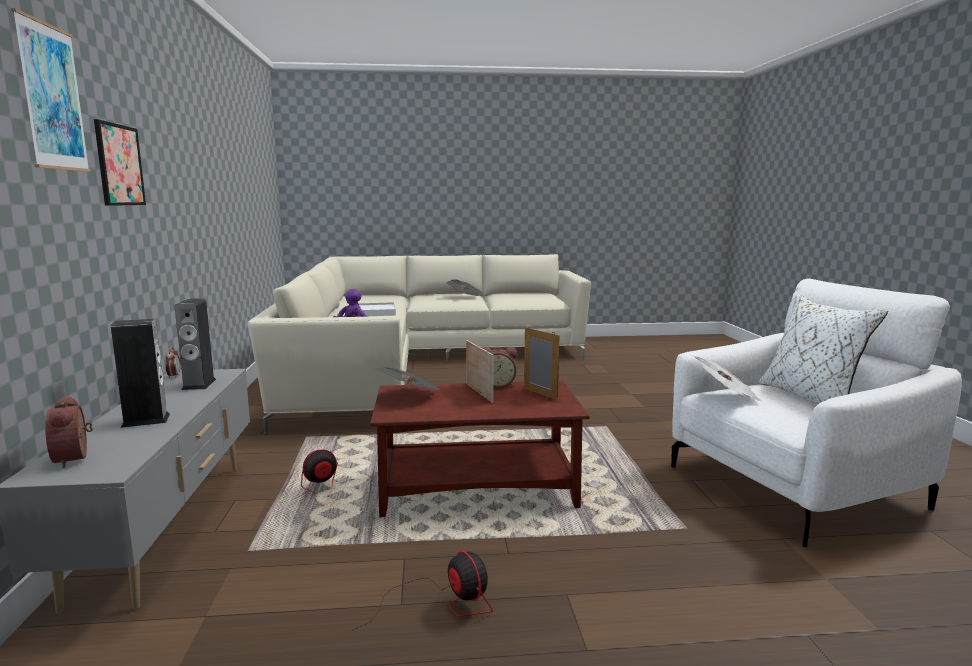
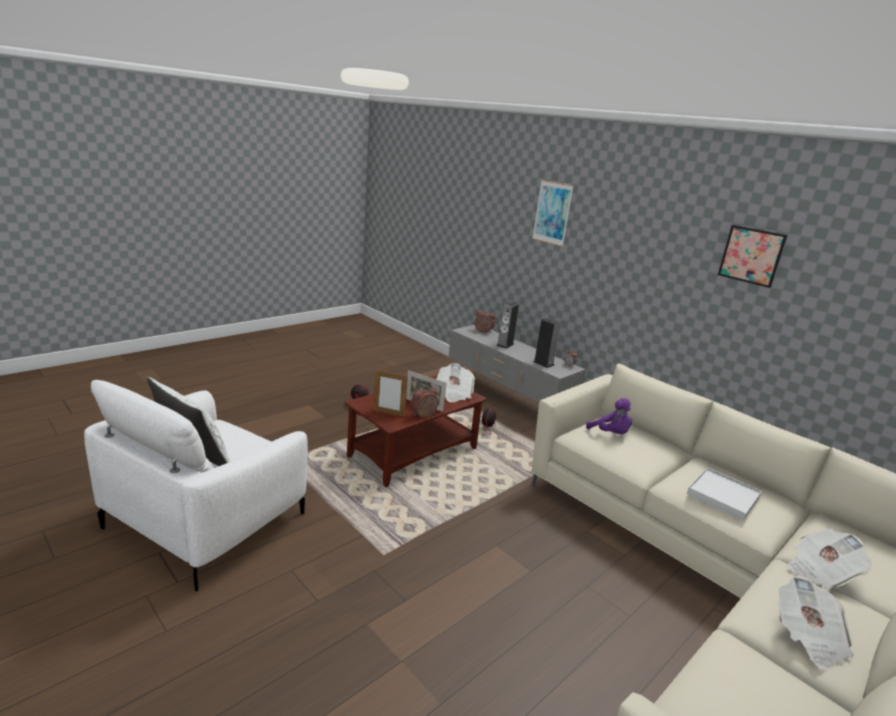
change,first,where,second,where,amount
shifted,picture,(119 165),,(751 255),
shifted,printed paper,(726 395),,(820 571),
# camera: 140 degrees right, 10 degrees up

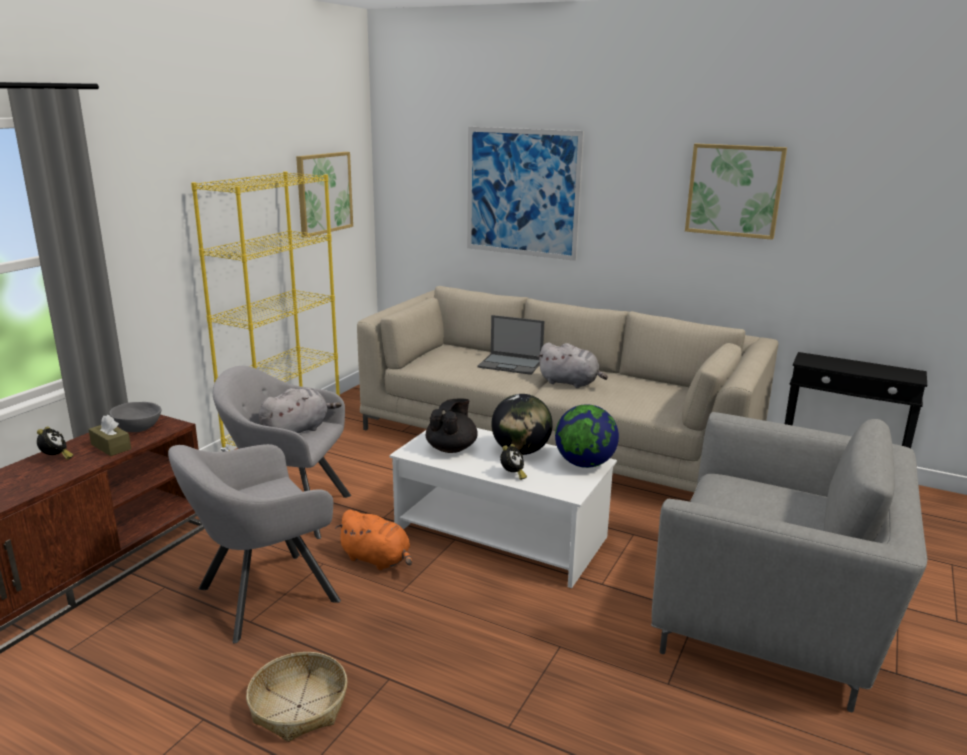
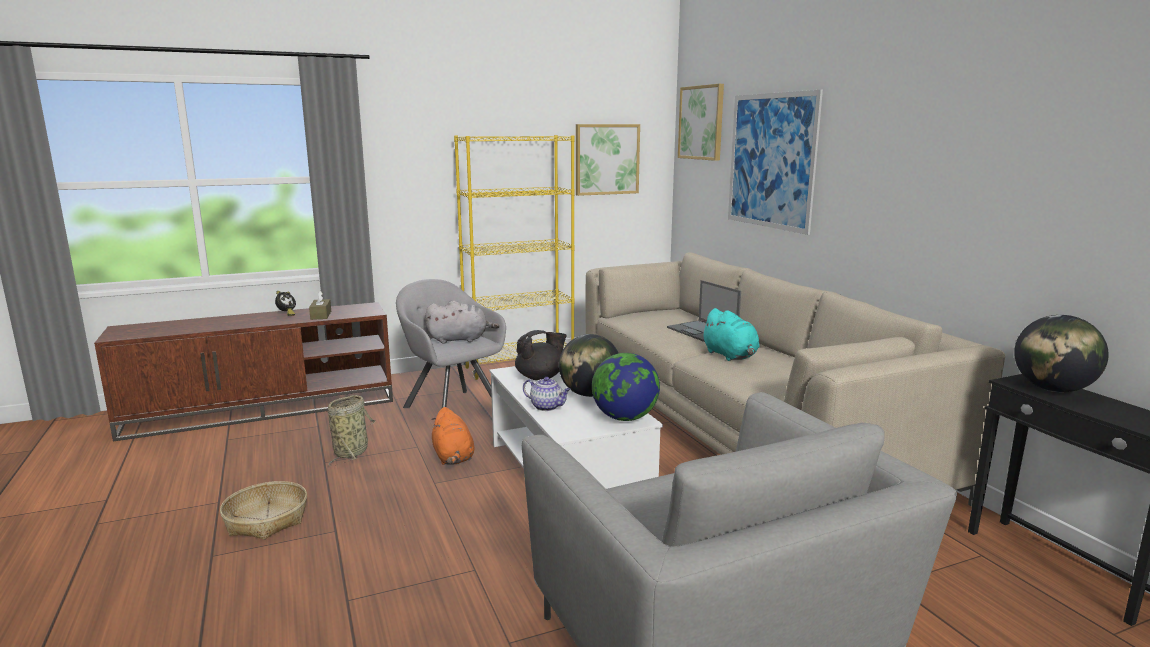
change,first,where,second,where,amount
gone,deep dish/grey,(137 428),,,
swapped,lounge chair/grey,(261 597),household basket,(352 451),
swapped,bedside clock,(512 475),teapot,(547 407),
repainted,plush toy/grey,(570 383),plush toy/turquoise-coloured,(731 356),
shifted,picture,(734 190),,(701 122),
new,,,world globe,(1052 389),
# camera: 40 degrees right, 5 degrees down

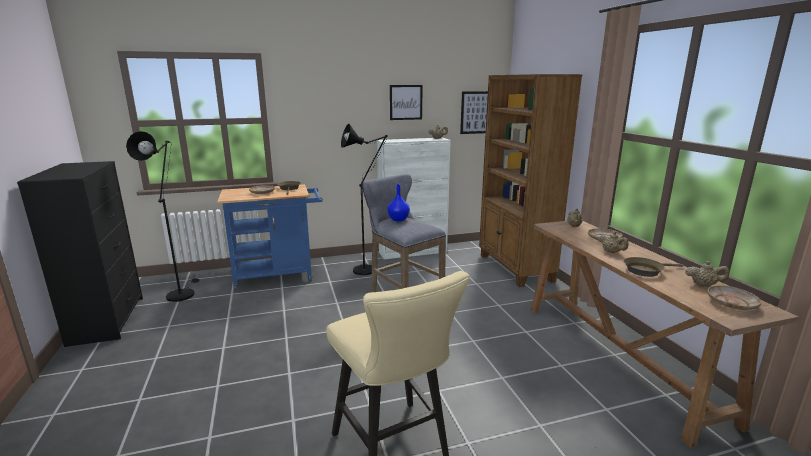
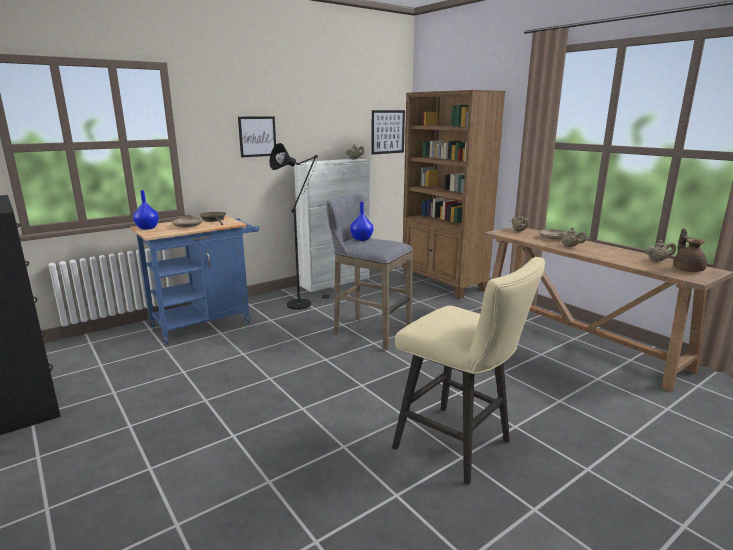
change,first,where,second,where,amount
gone,standard lamp/black-coloured,(181 293),,,
shifted,picture,(406 102),,(257 136),
gone,frying pan/brown,(645 270),,,
swapped,dinner plate/beige,(731 303),teapot/brown,(687 269),
new,,,vase/blue,(148 228),
# camera: 20 degrees left, 0 degrees up

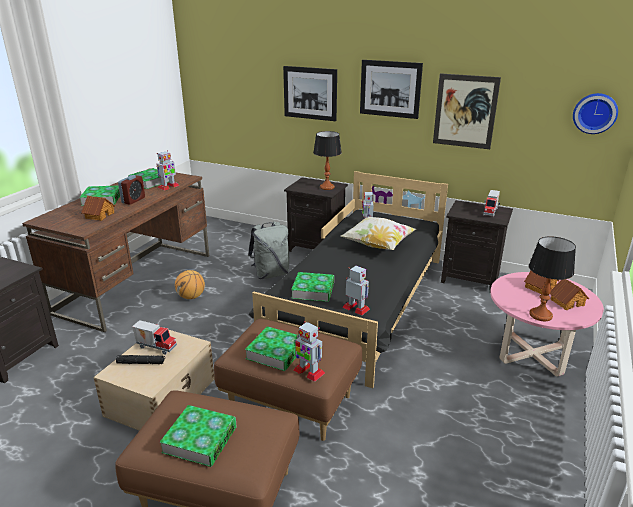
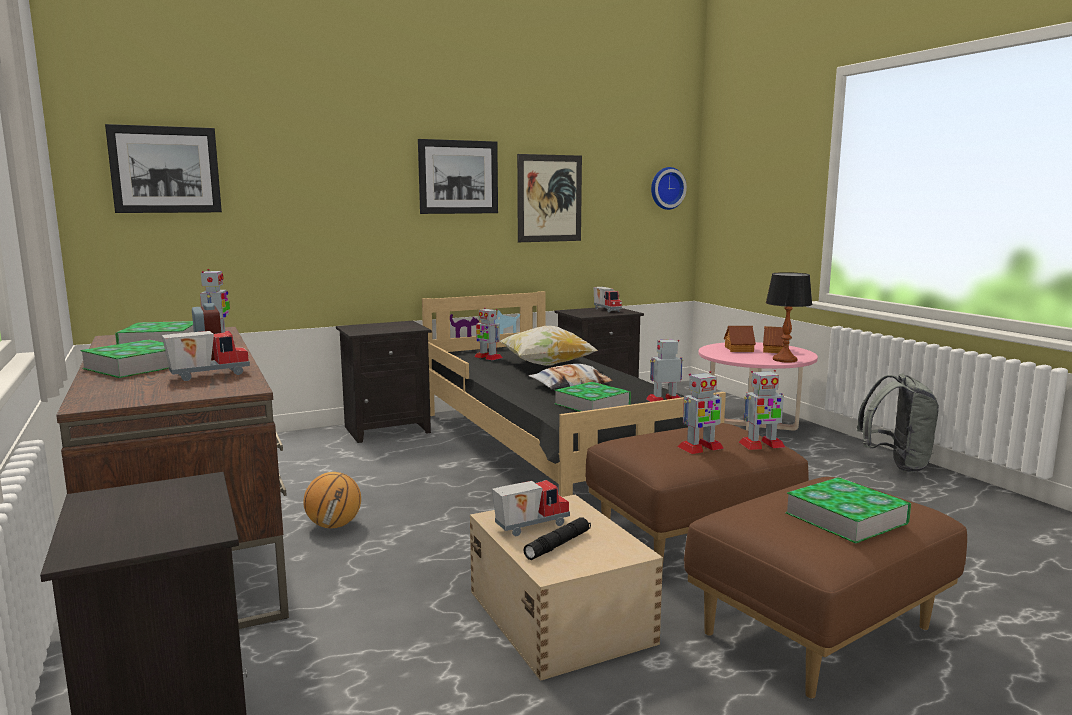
change,first,where,second,where,amount
swapped,miniature house,(99 215),toy lorry,(208 375),
swapped,volume,(276 352),robot figure,(700 448),
shifted,knapsack/grey,(271 274),,(896 465),
shifted,picture,(310 93),,(165 170),
gone,table lamp,(326 187),,,
new,,,cushion,(570 384),
# camera: 50 degrees left, 15 degrees down

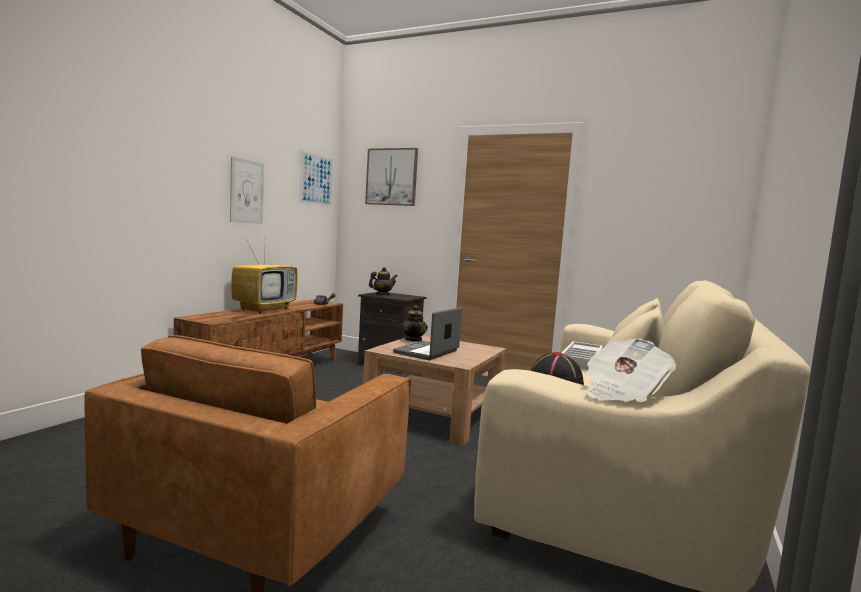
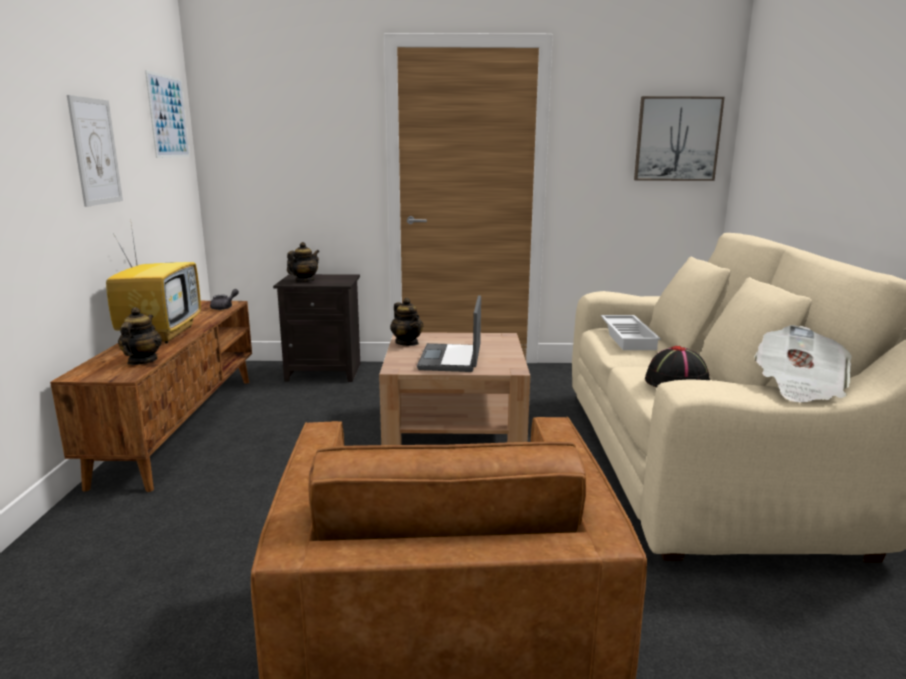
change,first,where,second,where,amount
shifted,picture,(392 177),,(677 139),
new,,,teapot,(142 361),
# camera: 25 degrees left, 10 degrees up

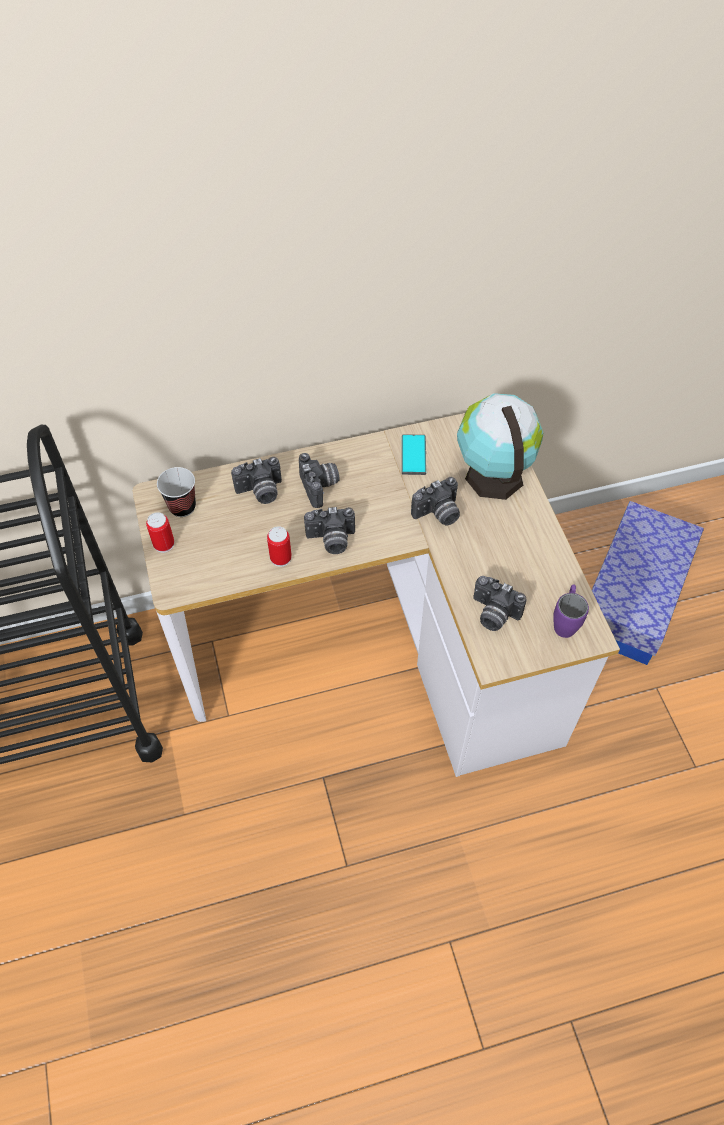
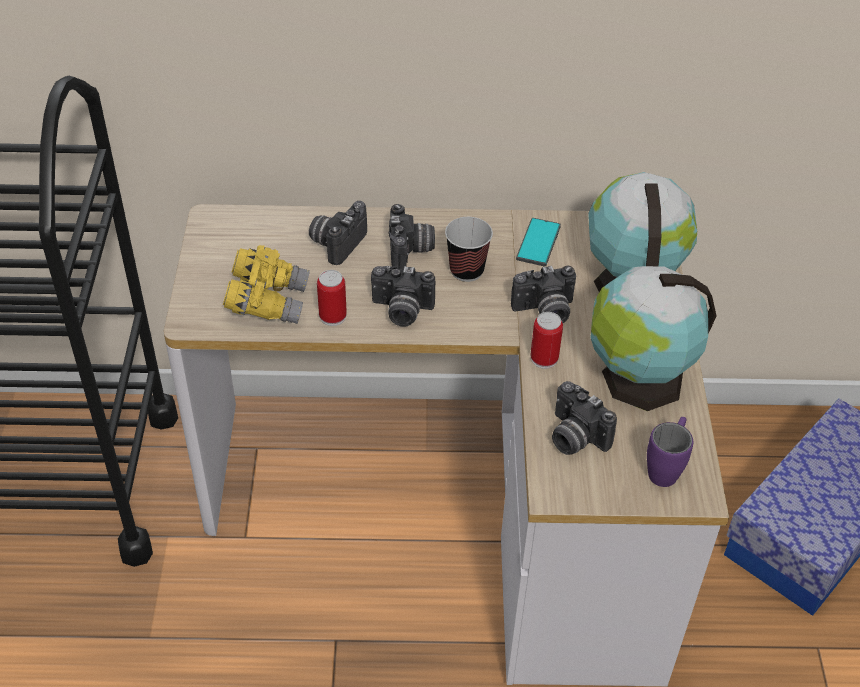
change,first,where,second,where,amount
shifted,metal can,(164 544),,(544 358),
shifted,cup,(182 507),,(466 270),
rotated,still camera,(260 492),,(337 243),120 degrees clockwise
new,,,pair of binoculars/yellowish,(268 301),
new,,,world globe,(638 380),
# camera: 15 degrees right, 10 degrees down

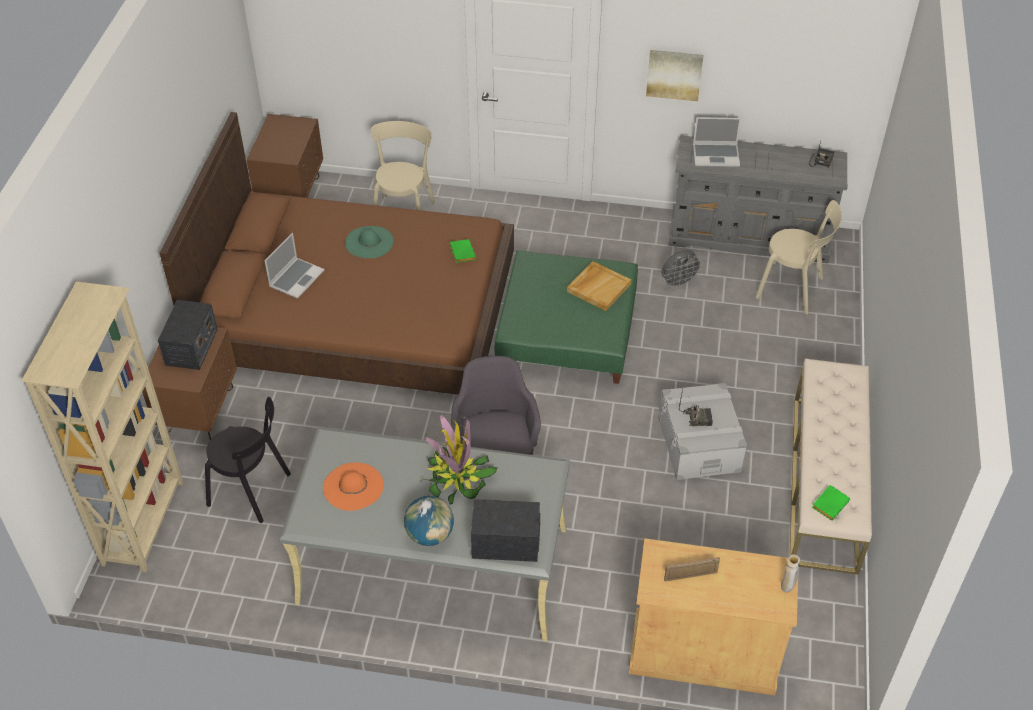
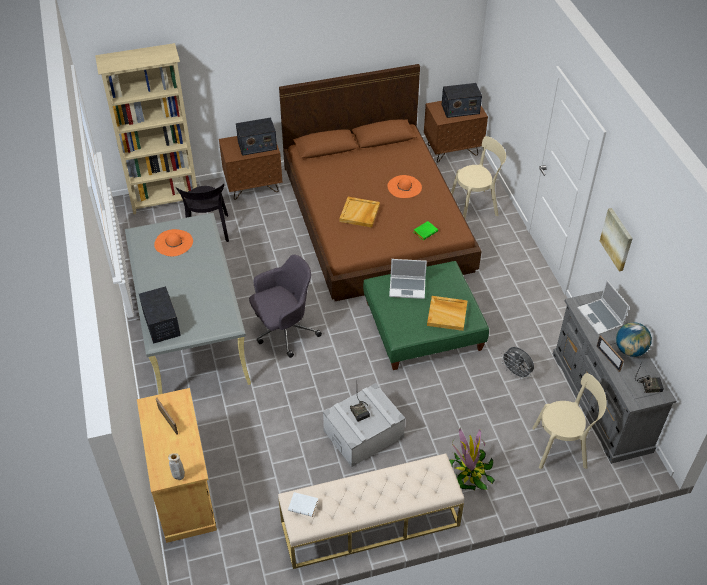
change,first,where,second,where,amount
shifted,portable computer,(296 278),,(408 288),
repainted,wearable hat/greenish,(369 242),wearable hat/orangey,(404 187),
shifted,world globe,(430 535),,(630 350),
shifted,houseplant,(456 479),,(469 472),
rotated,upright chair/beige,(793 289),,(562 447),90 degrees counterclockwise
repainted,volume/greenish,(829 503),volume/white,(304 505),
new,,,carrying tray/beige,(360 213),
new,,,radio receiver,(460 109),
new,,,photo frame,(608 358),
# camera: 65 degrees right, 0 degrees up

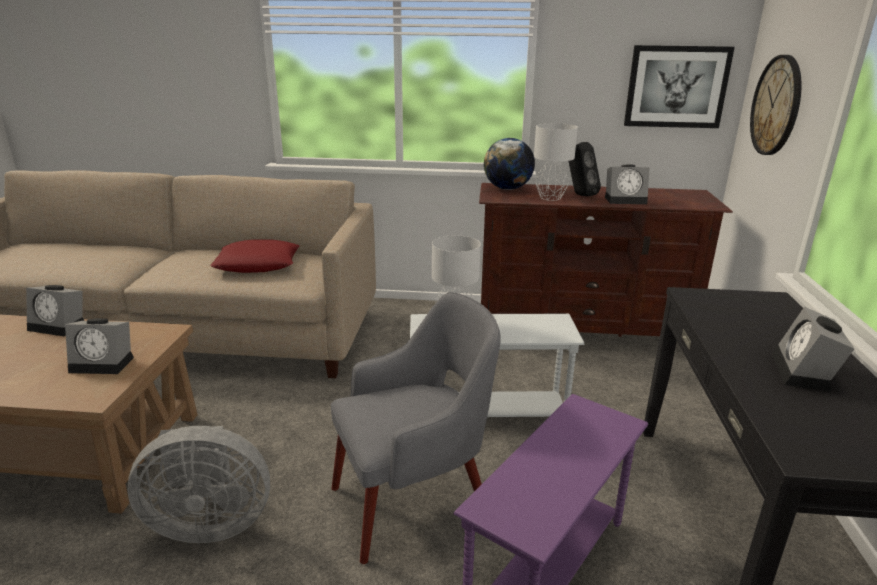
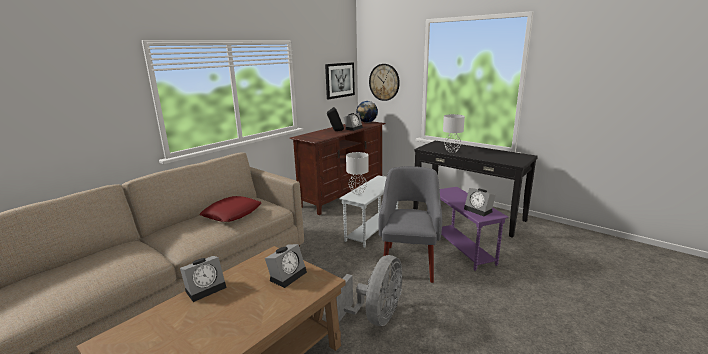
change,first,where,second,where,amount
shifted,world globe,(507 189),,(367 122),
shifted,table lamp/grey,(551 198),,(452 151),
shifted,bedside clock,(804 373),,(479 210),
# camera: 55 degrees left, 5 degrees down

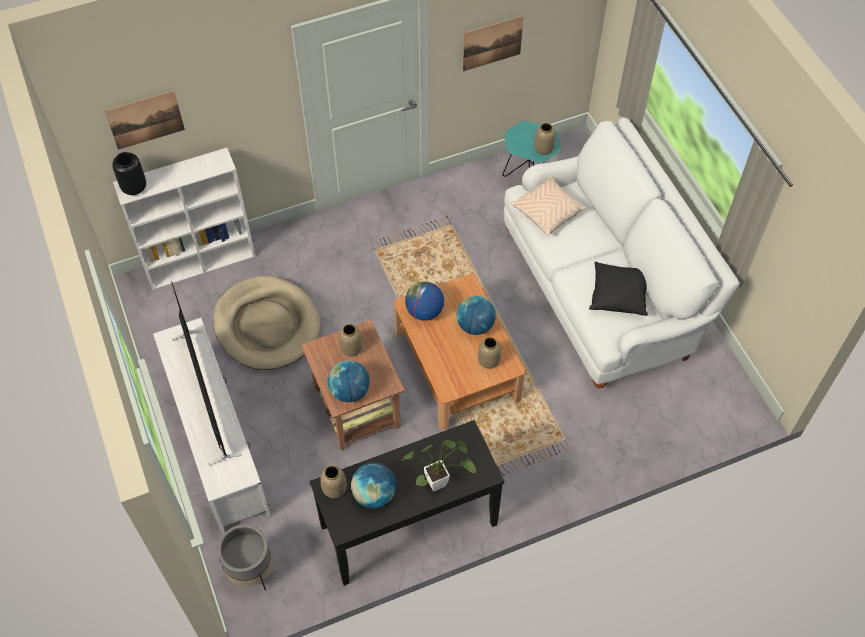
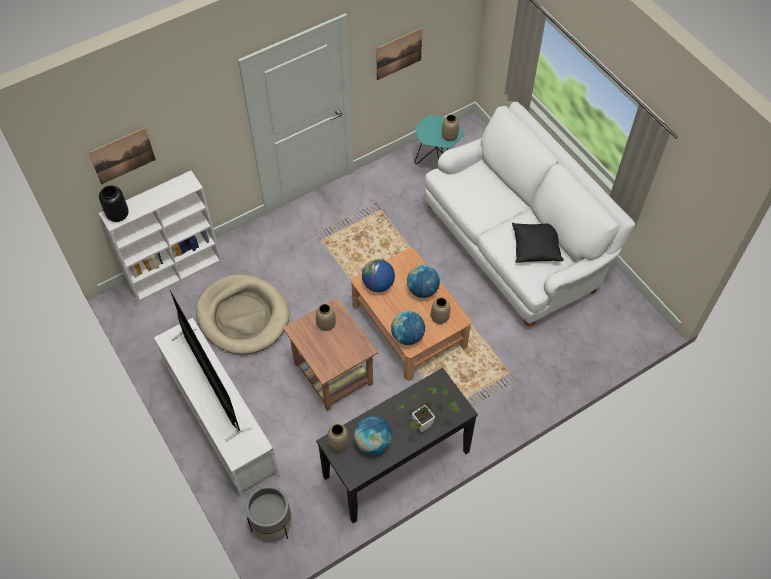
change,first,where,second,where,amount
shifted,world globe,(350 391),,(407 336),
gone,cushion/beige,(548 212),,,
# camera: 10 degrees left, 0 degrees up

